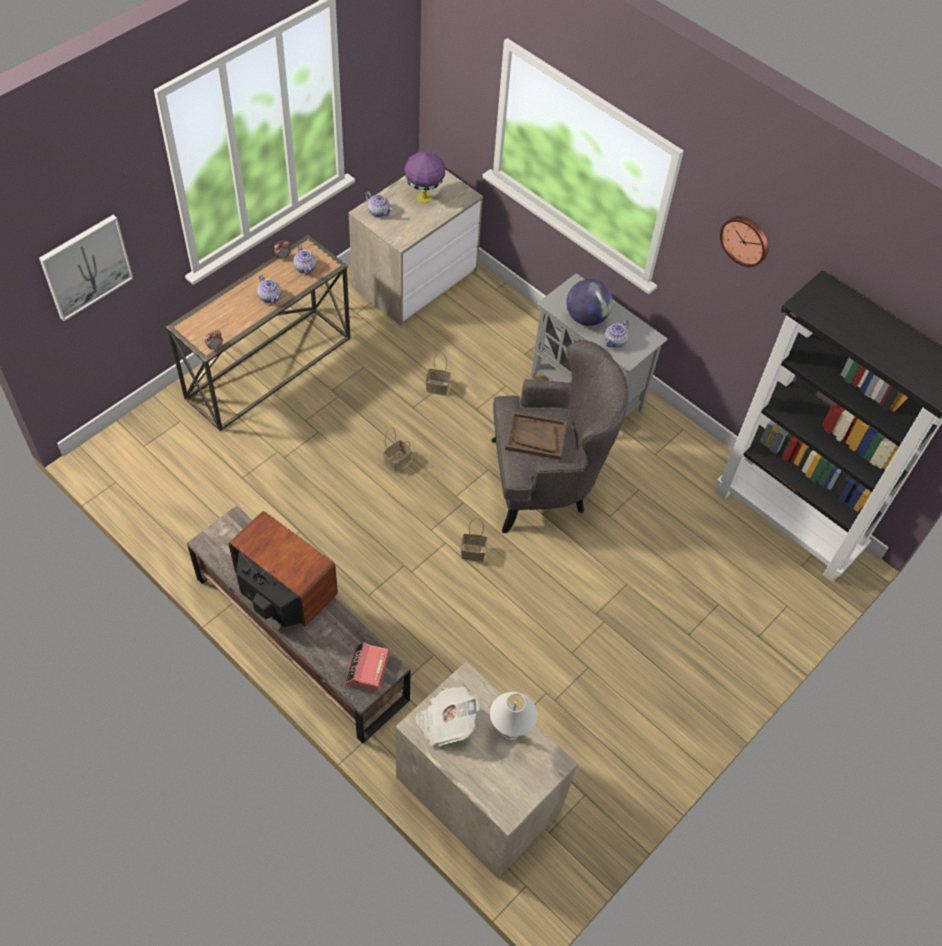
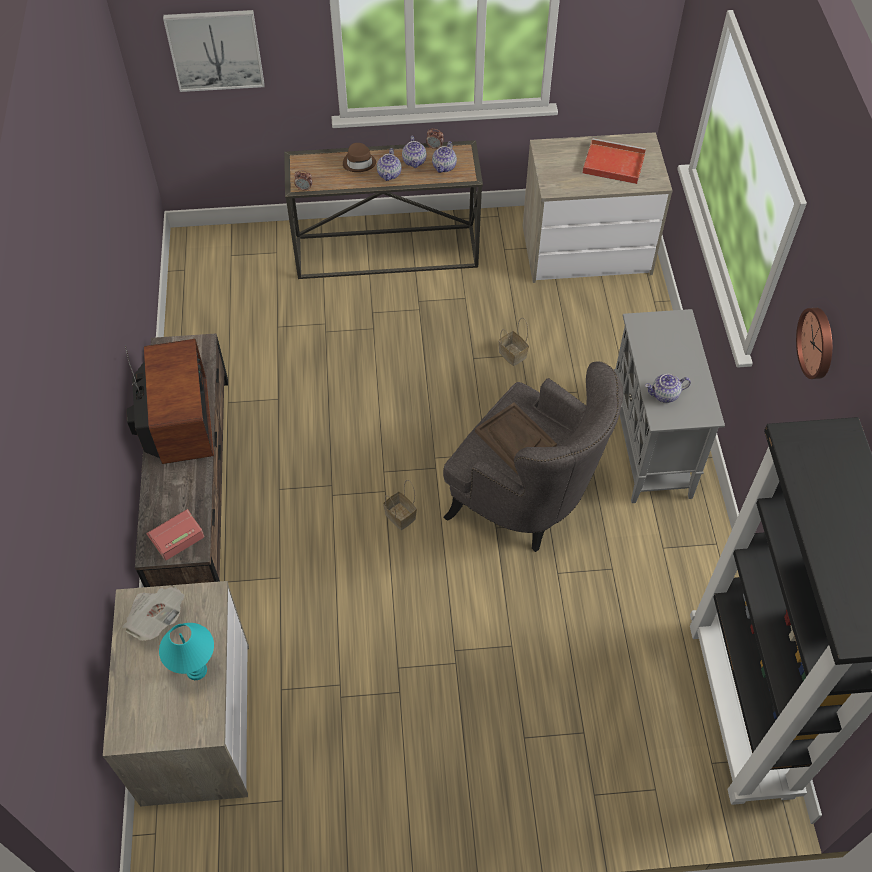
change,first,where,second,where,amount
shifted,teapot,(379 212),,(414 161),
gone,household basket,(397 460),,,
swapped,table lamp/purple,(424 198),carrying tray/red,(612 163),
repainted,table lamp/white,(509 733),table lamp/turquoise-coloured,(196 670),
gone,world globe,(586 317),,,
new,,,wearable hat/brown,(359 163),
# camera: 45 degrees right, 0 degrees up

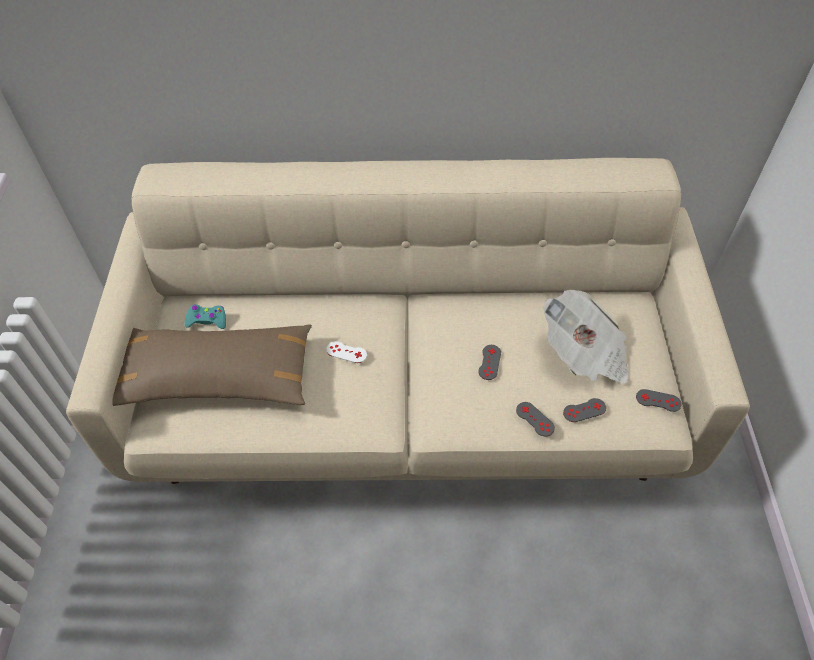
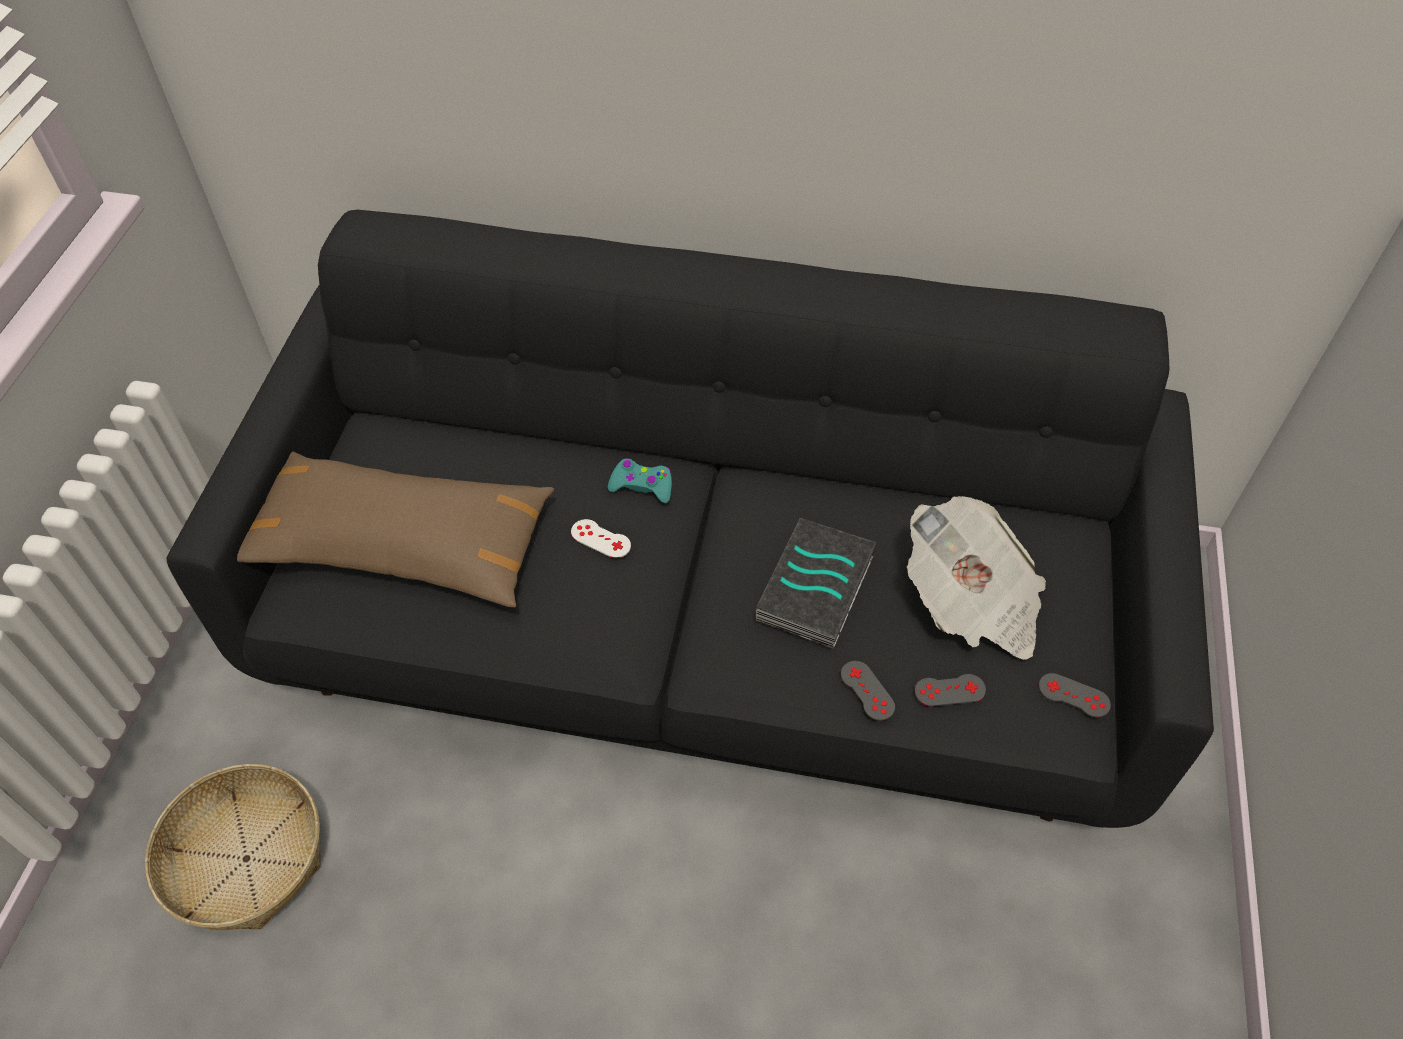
change,first,where,second,where,amount
repainted,couch/beige,(409 398),couch/black-coloured,(703 628),
shifted,gamepad/turquoise-coloured,(207 320),,(642 486),
swapped,gamepad/grey,(489 362),volume,(817 590),
new,,,household basket,(245 859),
# camera: 10 degrees right, 0 degrees up

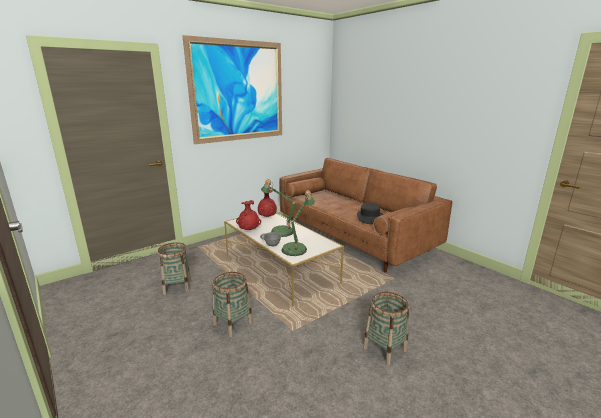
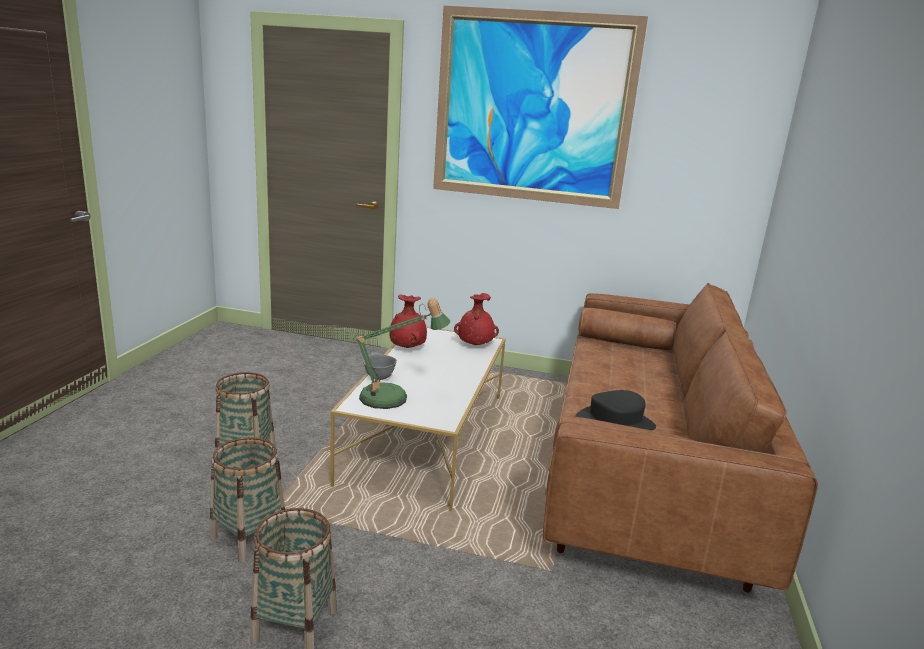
change,first,where,second,where,amount
shifted,household basket,(177 286),,(249 537),
gone,table lamp,(279 231),,,
# camera: 50 degrees right, 0 degrees up

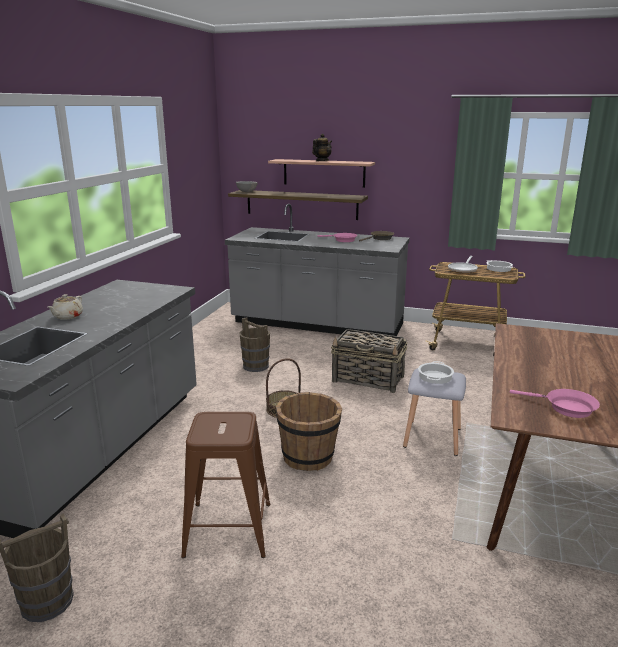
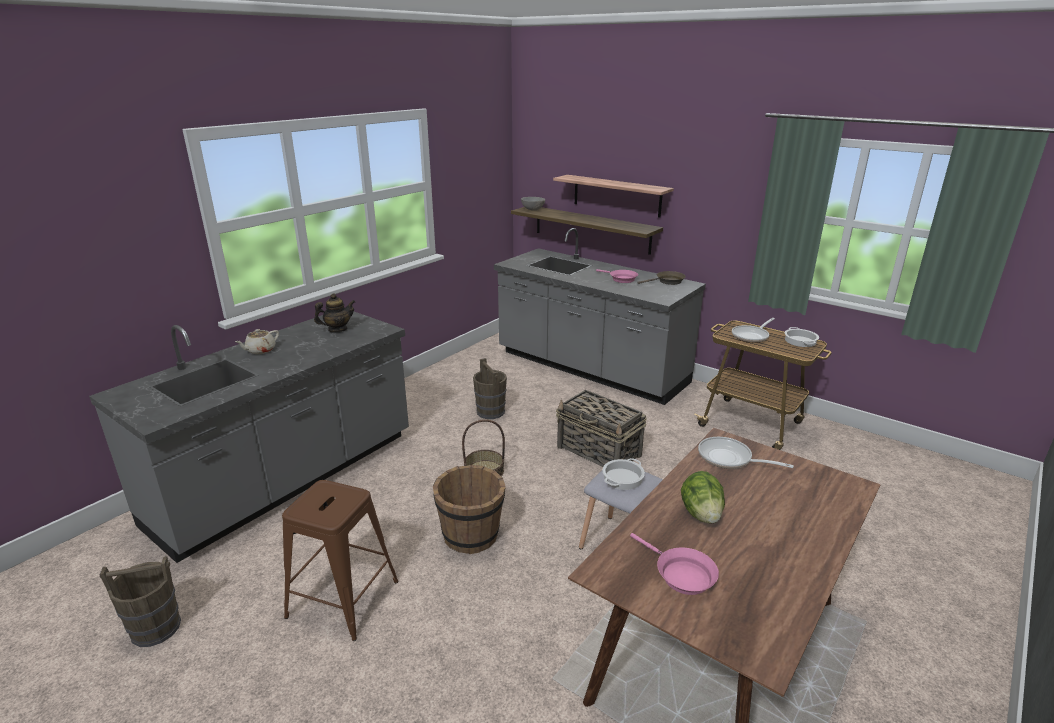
change,first,where,second,where,amount
shifted,teapot,(322 161),,(337 329),
new,,,head of lettuce,(701 514),
new,,,frying pan,(729 459),
# camera: 20 degrees right, 5 degrees up

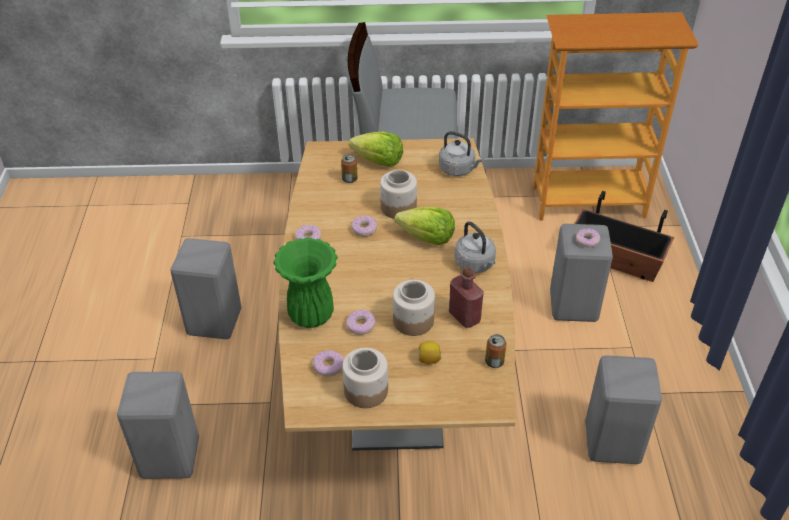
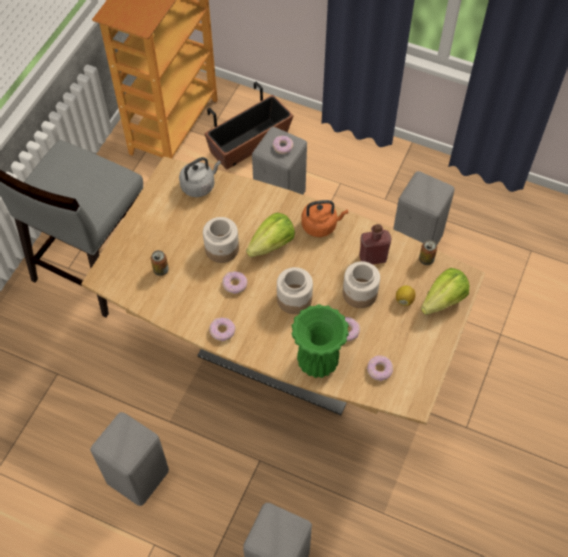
change,first,where,second,where,amount
shifted,jar,(366 390),,(294 299),
shifted,head of lettuce,(378 161),,(443 300),
repainted,kettle/grey,(476 264),kettle/orangey,(321 225),
# camera: 65 degrees left, 15 degrees up

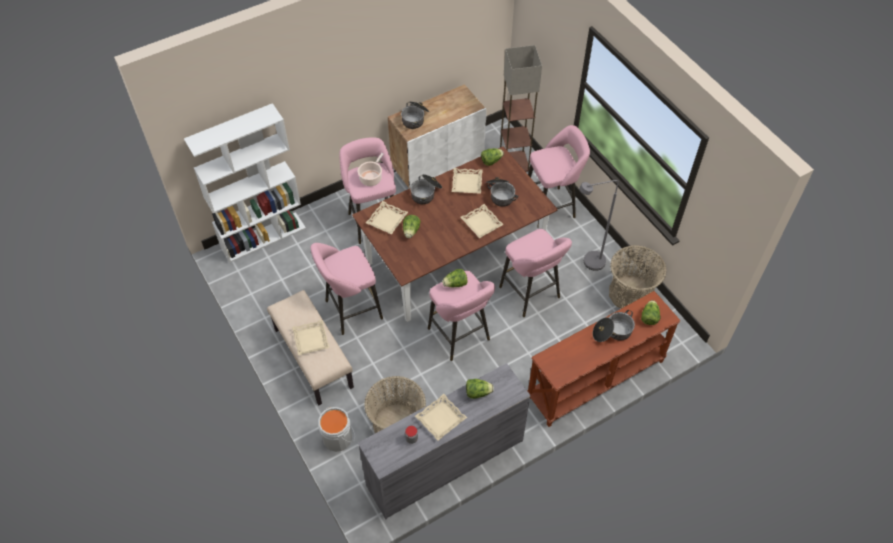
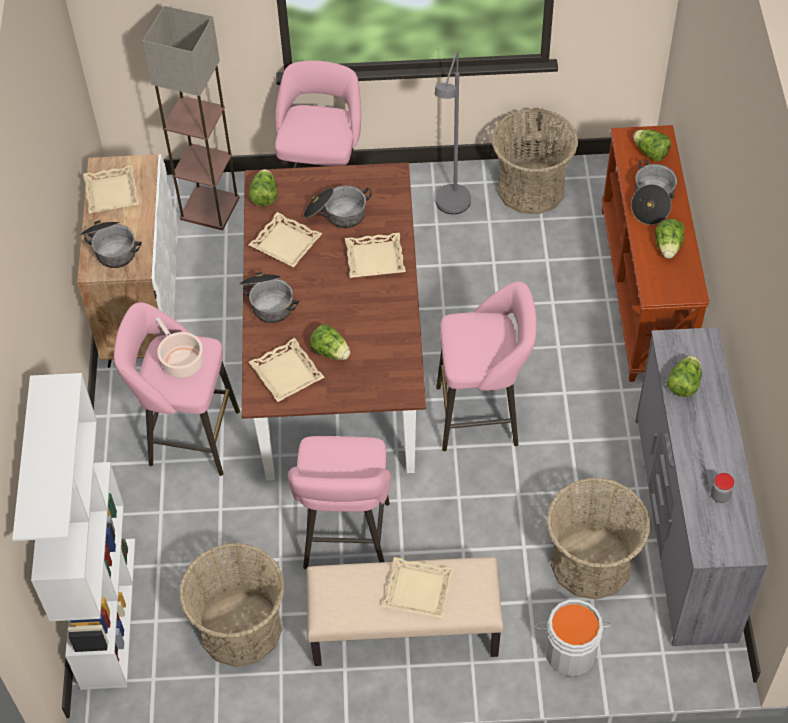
change,first,where,second,where,amount
shifted,carrying tray/beige,(441 419),,(112 193),
shifted,head of lettuce,(455 284),,(668 247),
gone,stool seat/pinkish,(531 294),,,
new,,,household basket,(240 628),
# camera: 60 degrees left, 0 degrees up

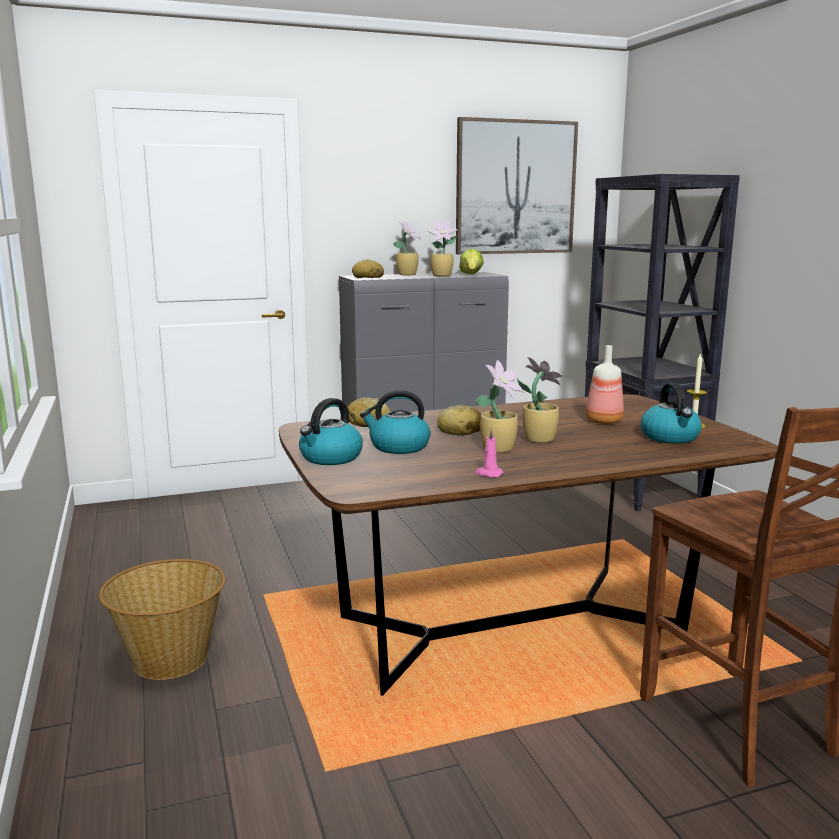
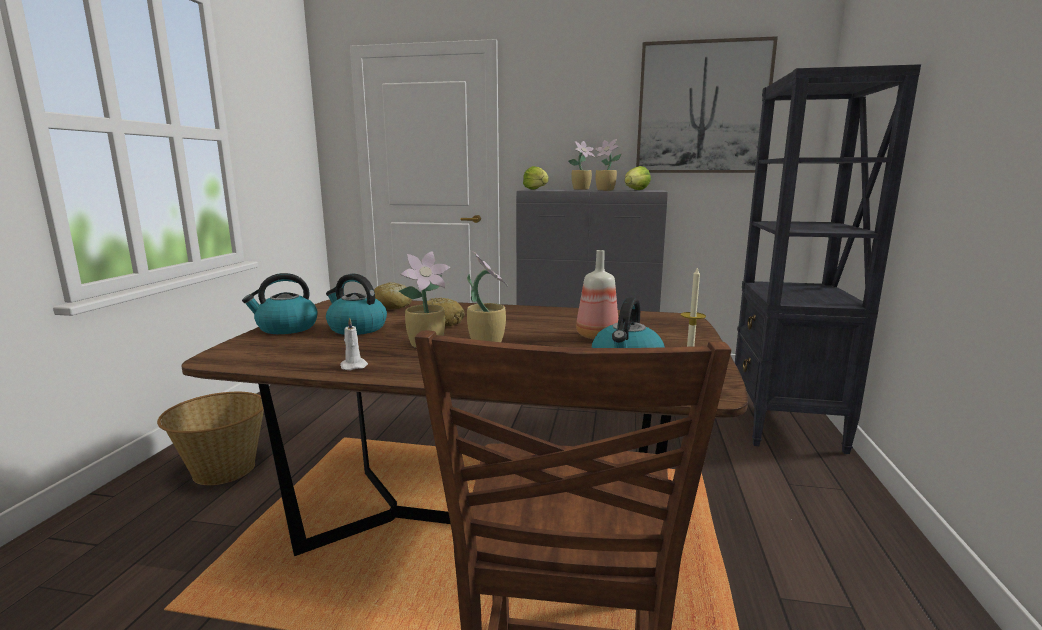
change,first,where,second,where,amount
swapped,bread,(368 277),head of lettuce,(536 189),
repainted,candle/pinkish,(488 474),candle/white,(353 366),
# camera: 30 degrees right, 0 degrees up

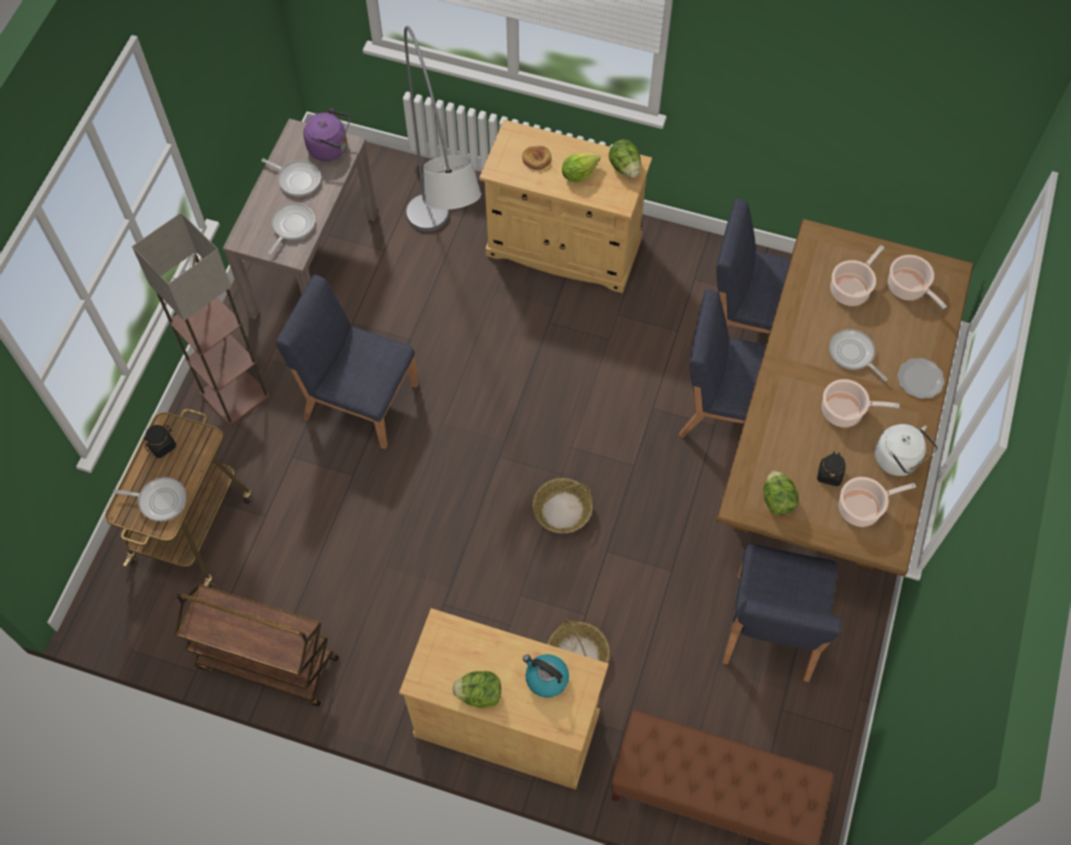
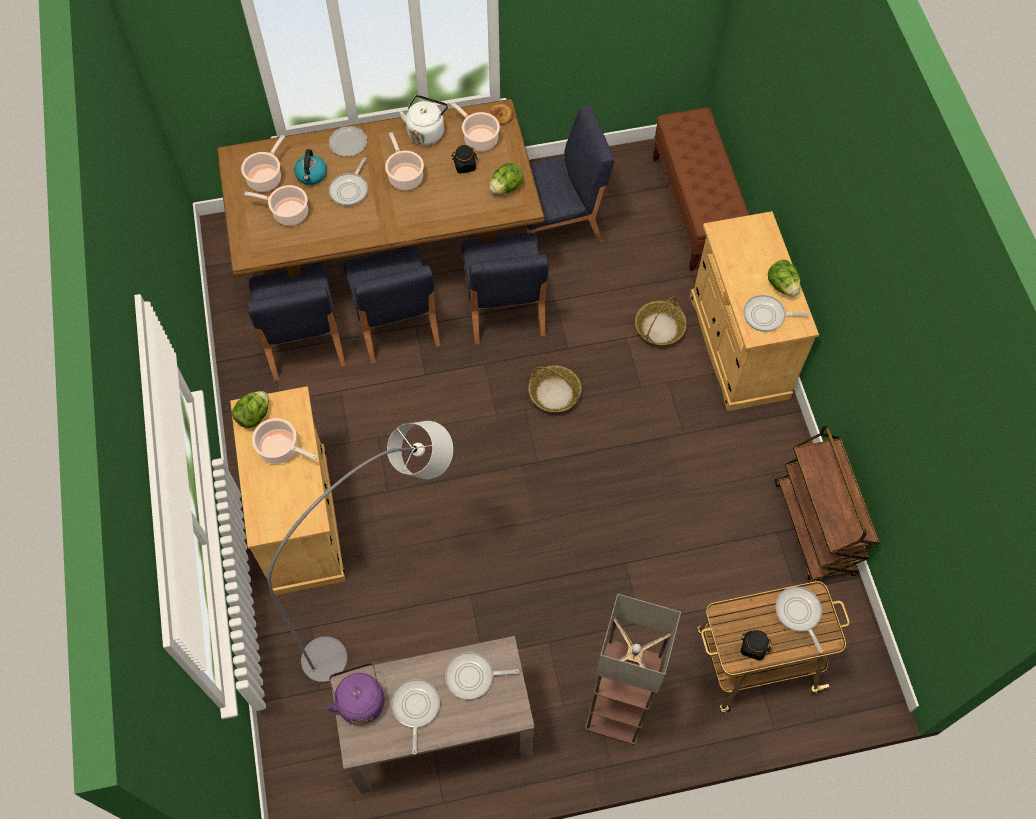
change,first,where,second,where,amount
shifted,upright chair/blue,(359 400),,(504 307),
shifted,bread,(537 159),,(501 115),
shifted,kettle,(546 678),,(311 175),
swapped,head of lettuce,(578 174),saucepot,(281 449),
new,,,frying pan,(766 316),
# camera: 120 degrees left, 0 degrees up

